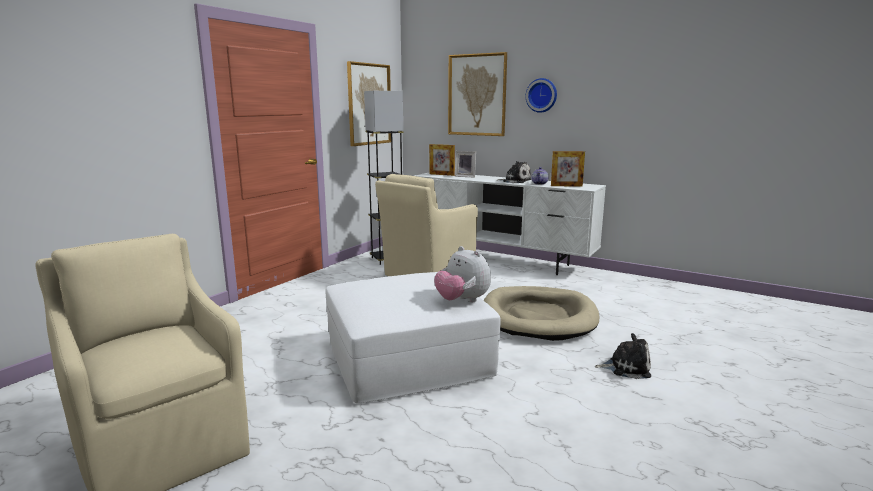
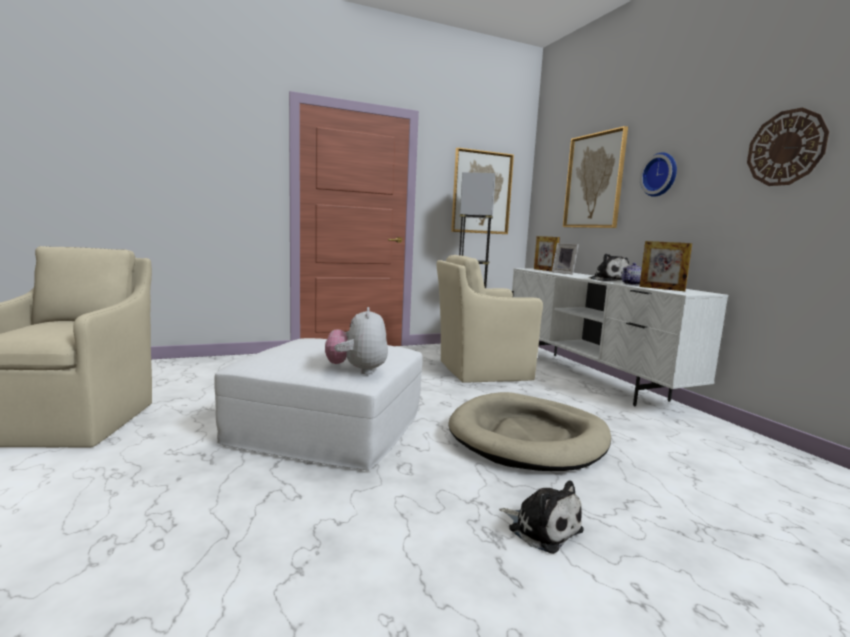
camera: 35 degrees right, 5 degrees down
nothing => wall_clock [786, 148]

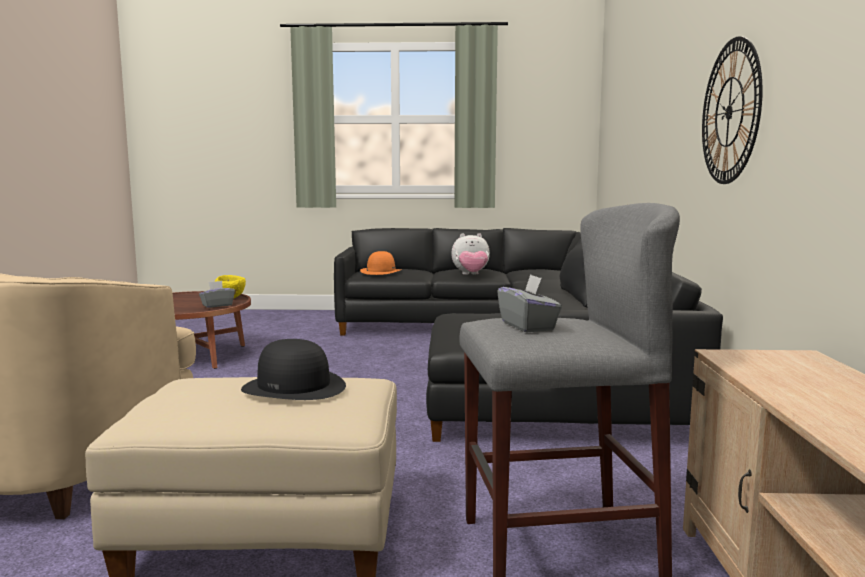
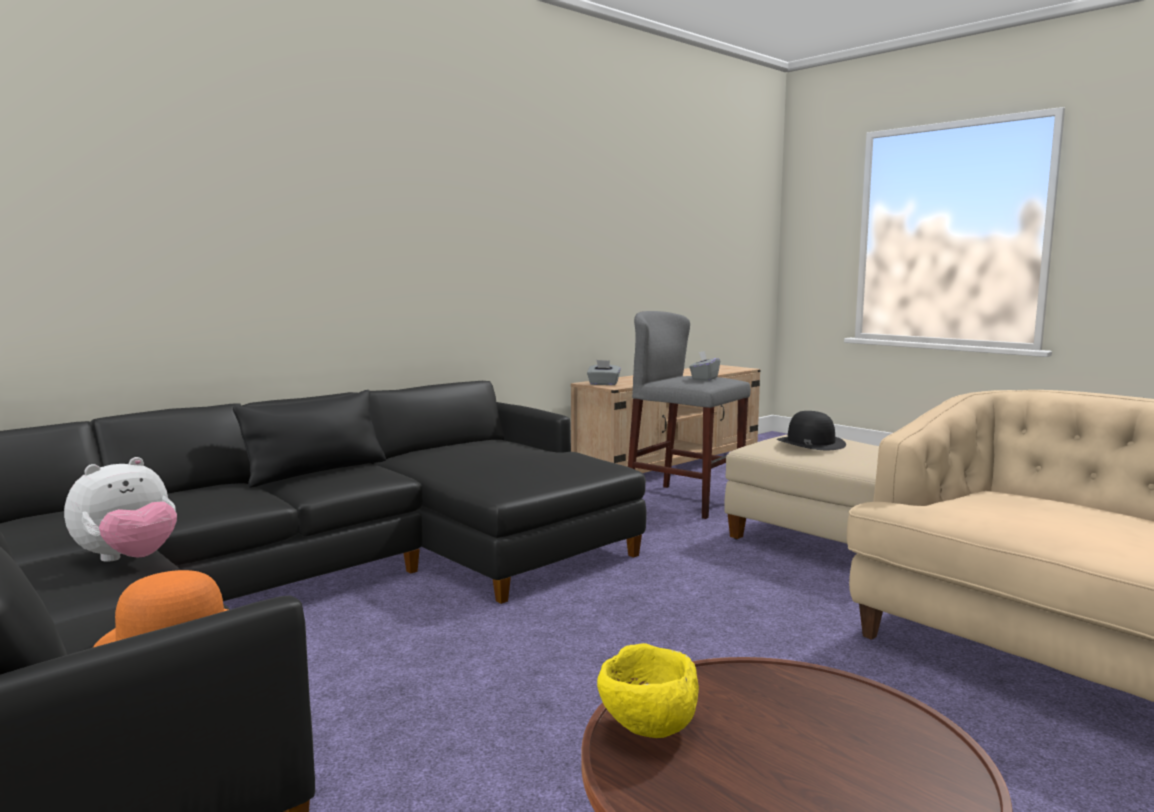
camera: 135 degrees left, 0 degrees up
wall_clock [729, 112] => nothing
greyish_box_of_tissues [217, 305] => greyish_box_of_tissues [603, 384], move
plush_toy [471, 275] => plush_toy [128, 560], 90 degrees clockwise

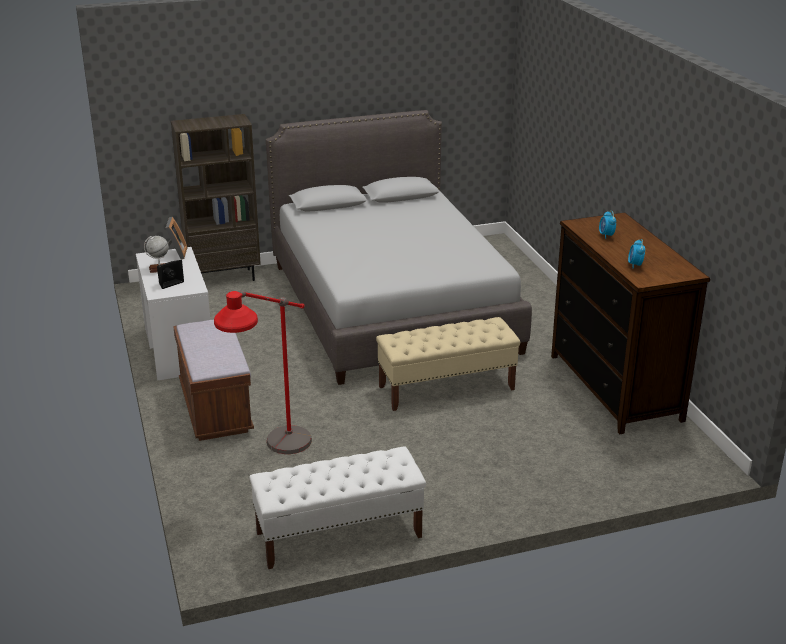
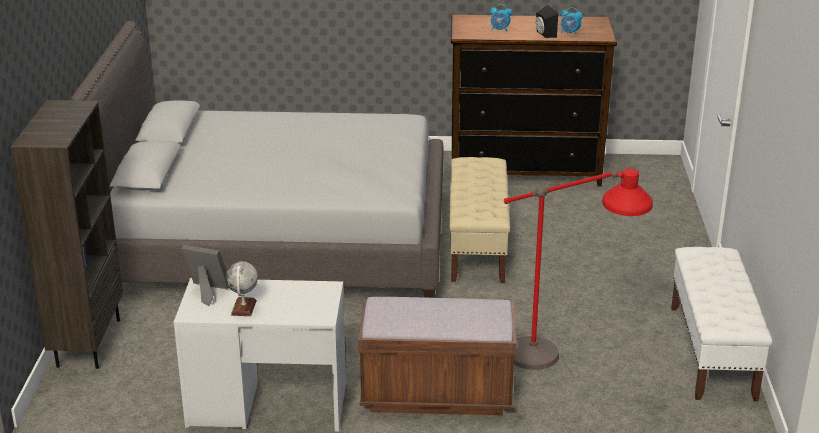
camera: 70 degrees left, 0 degrees up
black-coloured_loudspeaker [169, 283] => black-coloured_loudspeaker [544, 34], move

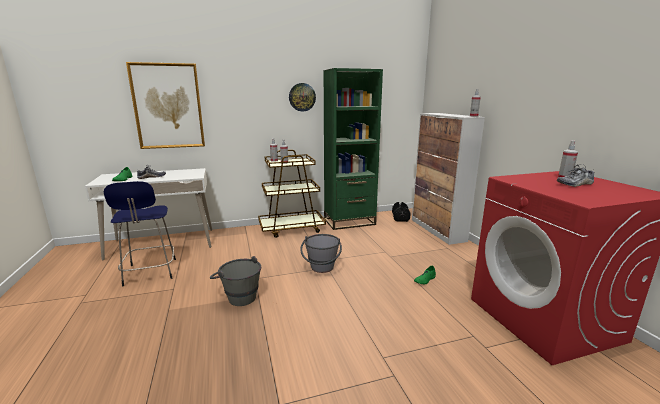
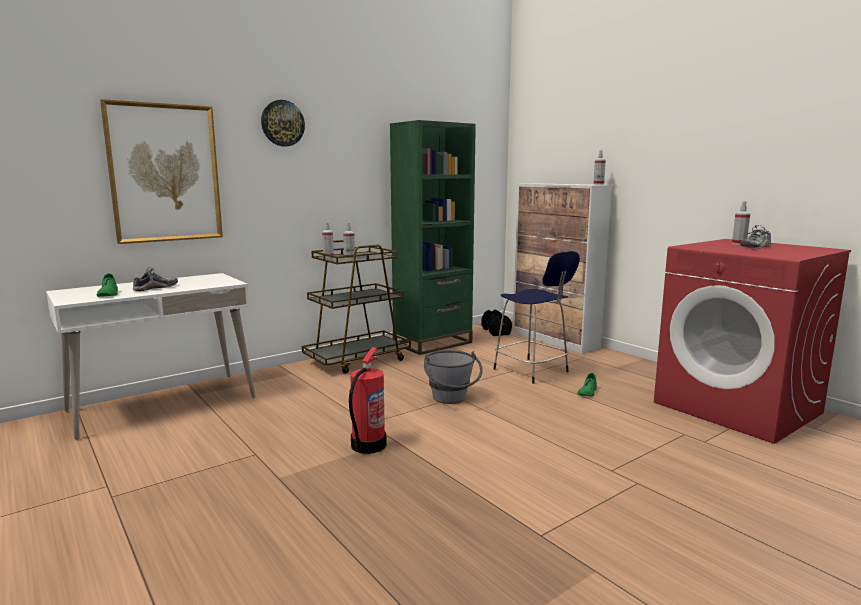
camera: 20 degrees left, 5 degrees down
blue_sitting_stool [150, 273] => blue_sitting_stool [532, 371], move
wall_clock [302, 97] => wall_clock [282, 123], move
greyish_bucket [238, 296] => extinguisher [367, 446]

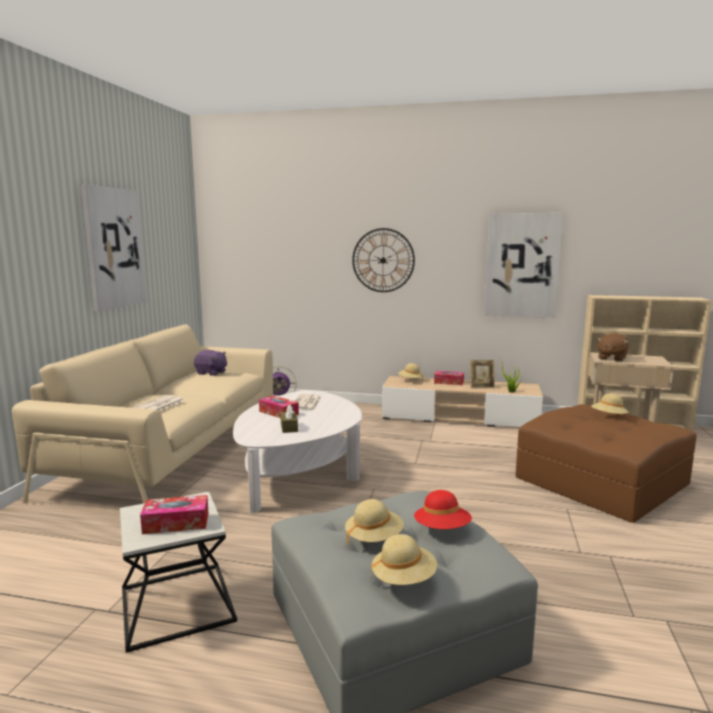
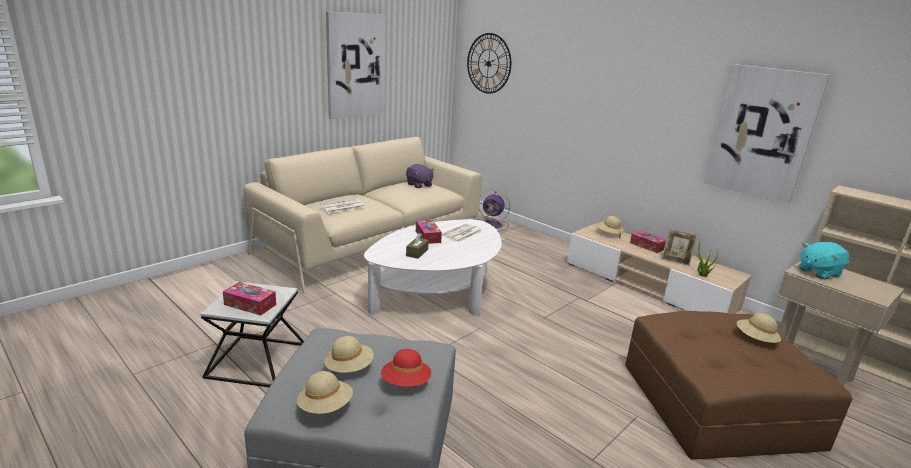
camera: 30 degrees right, 10 degrees up
wall_clock [383, 260] => wall_clock [488, 63], move
brown-coloured_plush_toy [611, 358] => blue-green_plush_toy [818, 272]

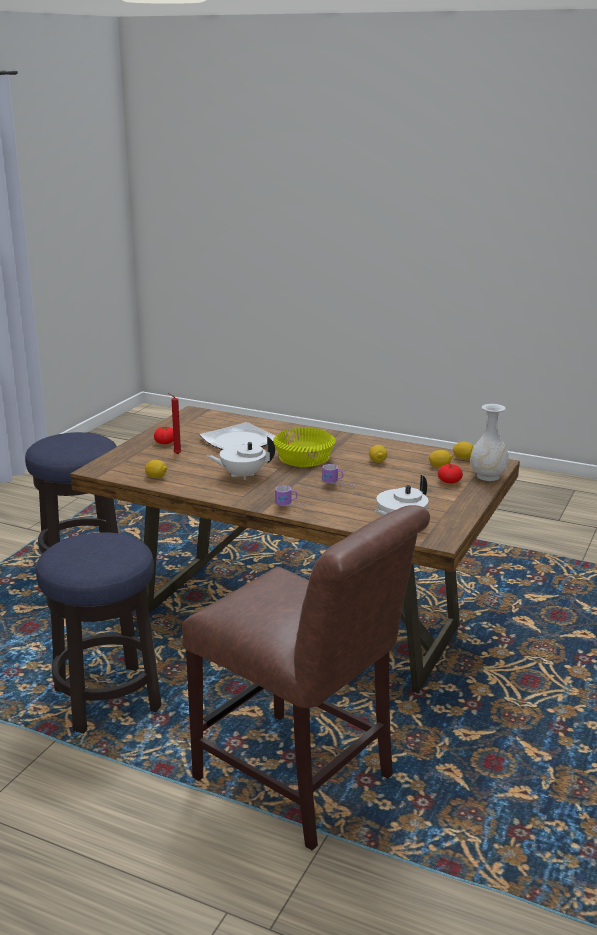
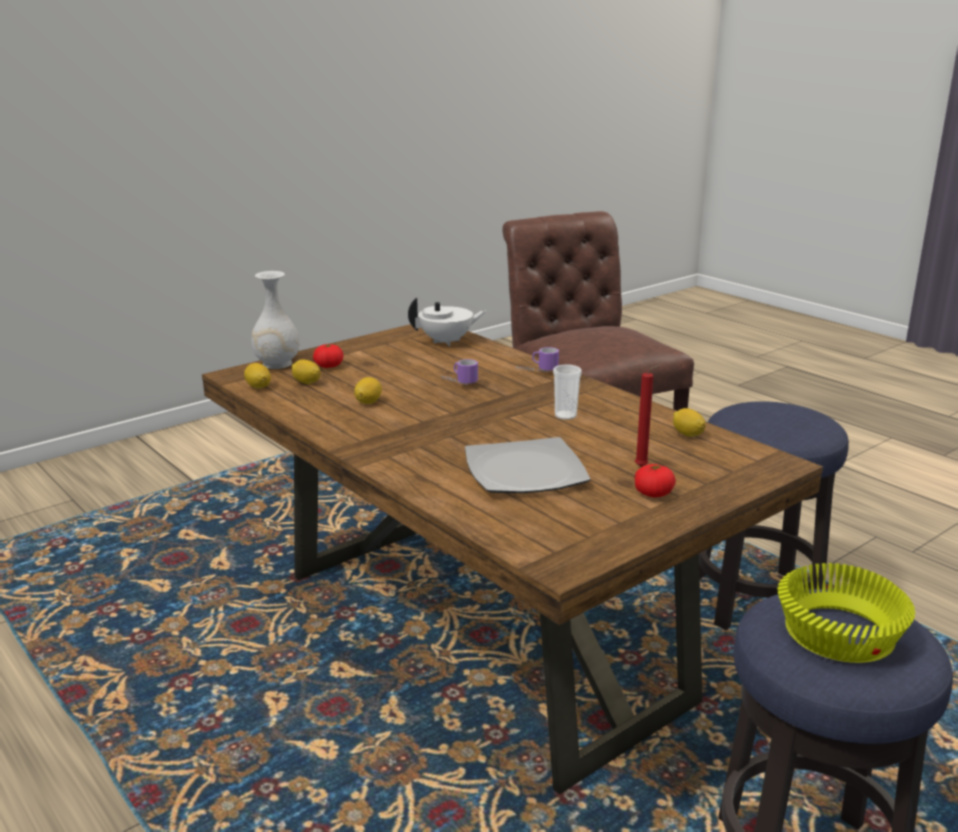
camera: 155 degrees left, 0 degrees up
yellowish_serving_bowl [303, 458] => yellowish_serving_bowl [839, 635], move
whitish_pot_for_tea [242, 475] => cup [565, 416]

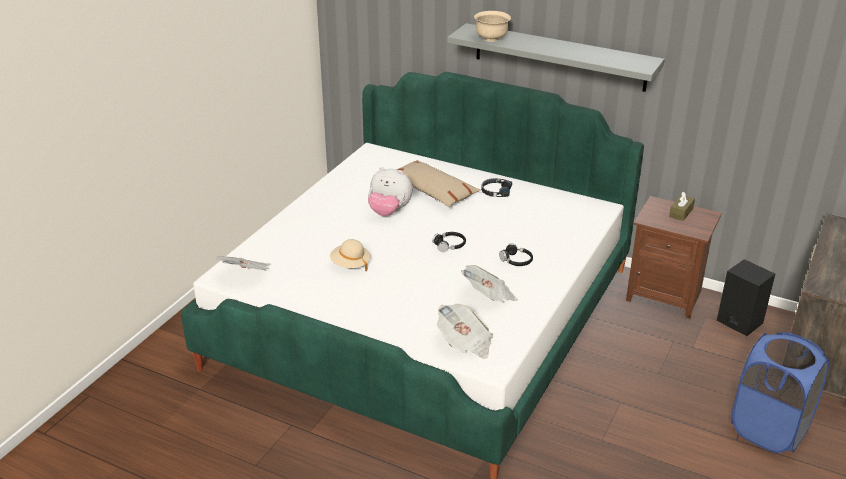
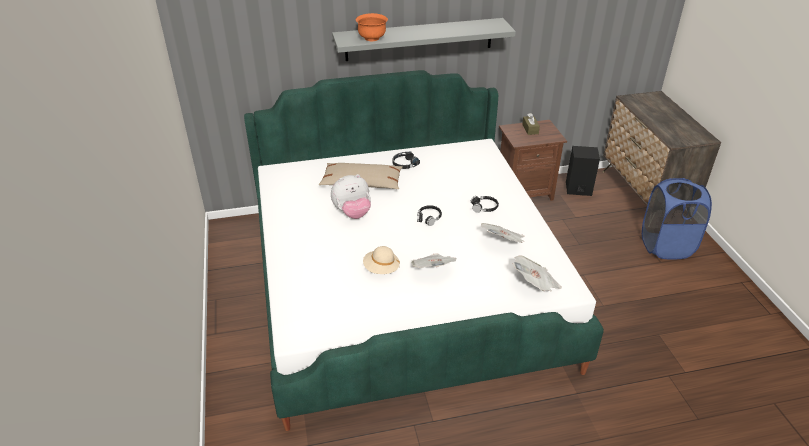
camera: 40 degrees left, 5 degrees up
newspaper [247, 274] => newspaper [433, 270], move
beige-coloured_serving_bowl [491, 38] => orange-coloured_serving_bowl [372, 38]

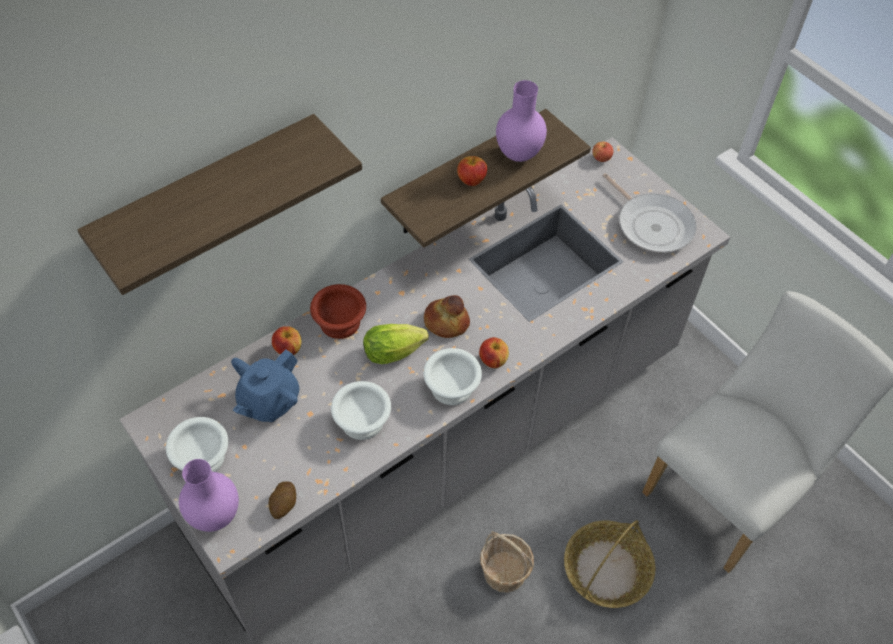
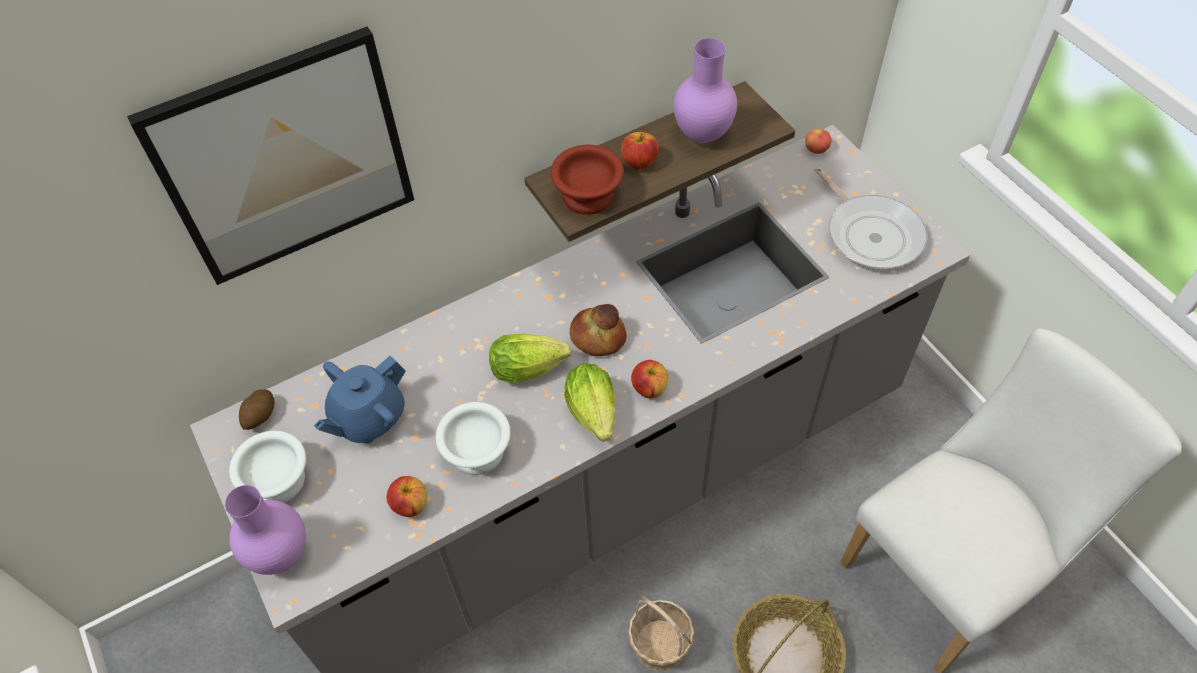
camera: 10 degrees right, 0 degrees up
spud [284, 505] => spud [260, 416], move
apple_fruit [288, 349] => apple_fruit [410, 505], move
brown-coloured_serving_bowl [338, 322] => brown-coloured_serving_bowl [586, 195], move
bracket_shelf [208, 198] => wall_art [285, 159]
whitish_serving_bowl [452, 386] => head_of_lettuce [594, 416]

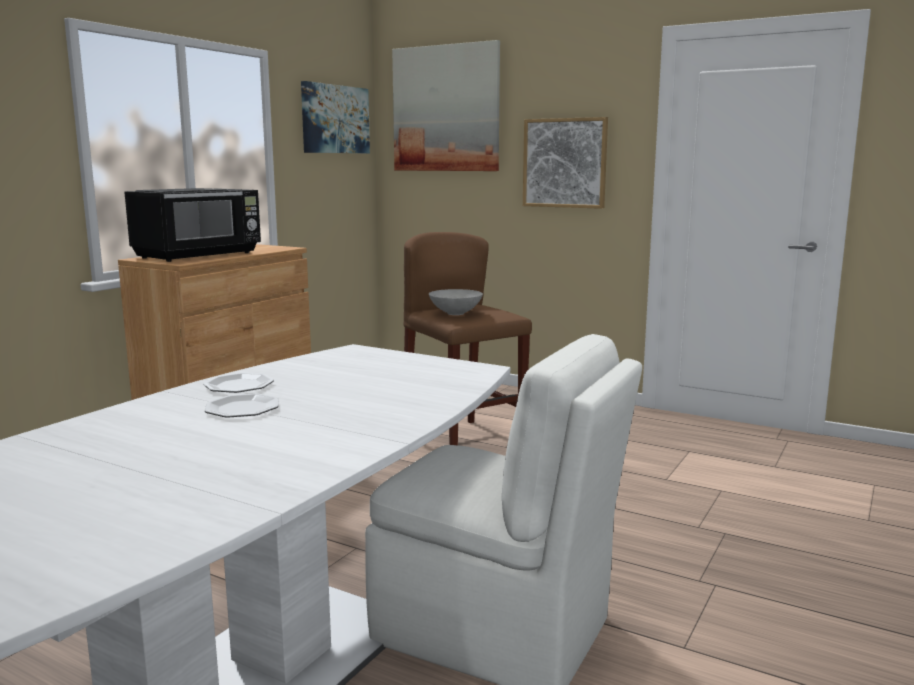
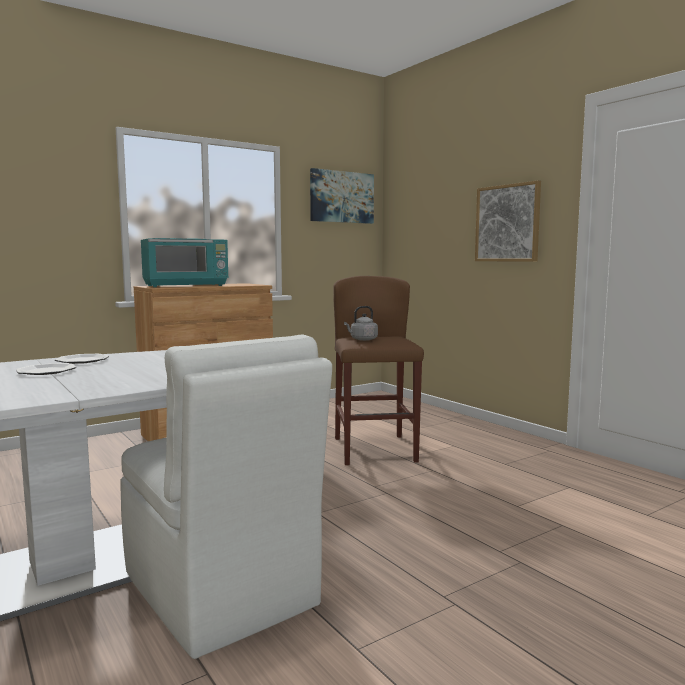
camera: 25 degrees right, 5 degrees down
wall_art [446, 109] => nothing
greyish_serving_bowl [455, 313] => greyish_tea_kettle [362, 339]
black-coloured_microwave_oven [199, 255] => blue-green_microwave_oven [186, 285]

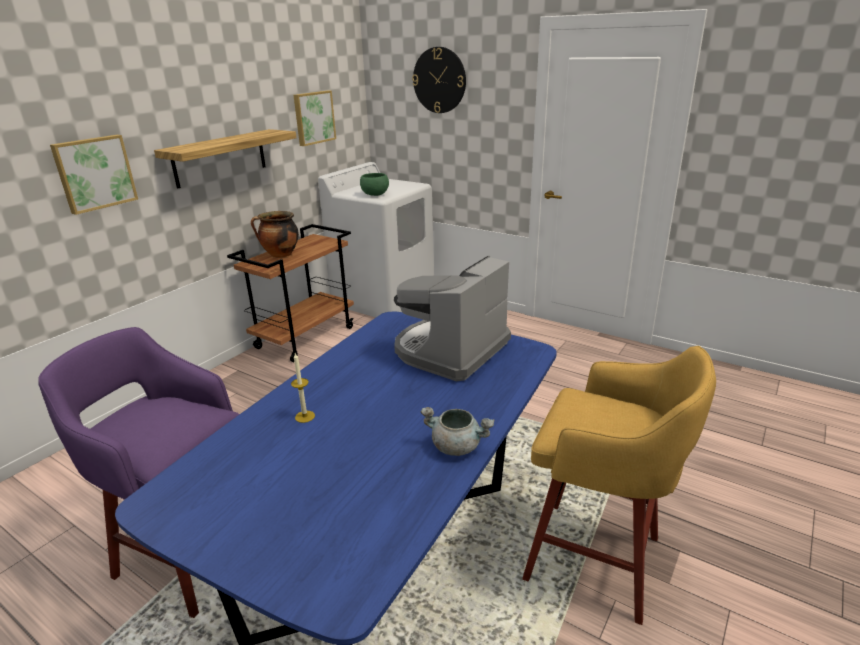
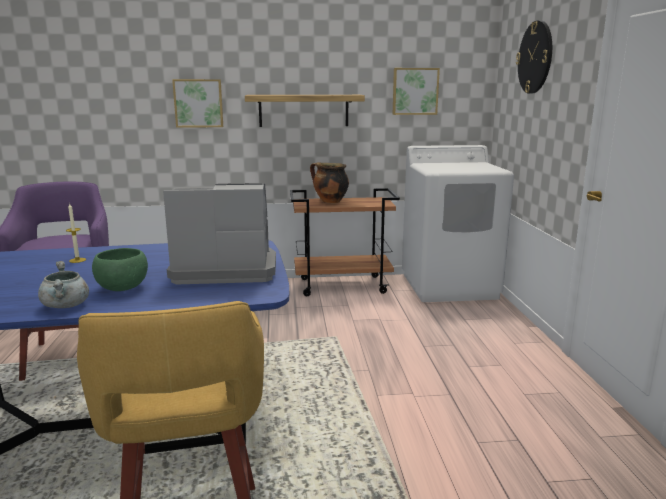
camera: 50 degrees right, 10 degrees down
green-coloured_serving_bowl [375, 195] => green-coloured_serving_bowl [123, 288], move

